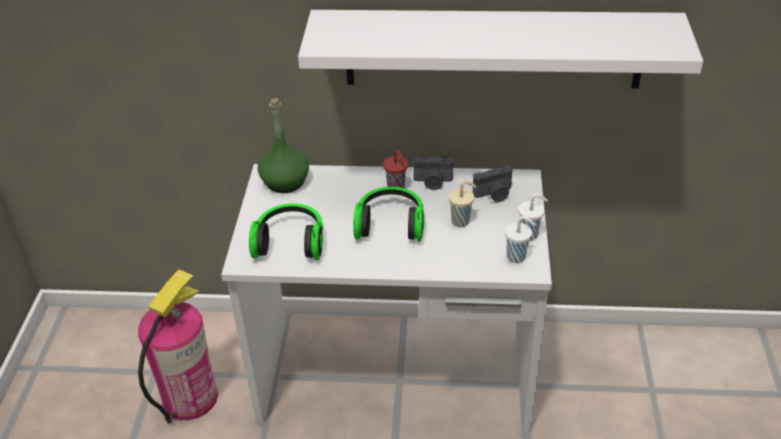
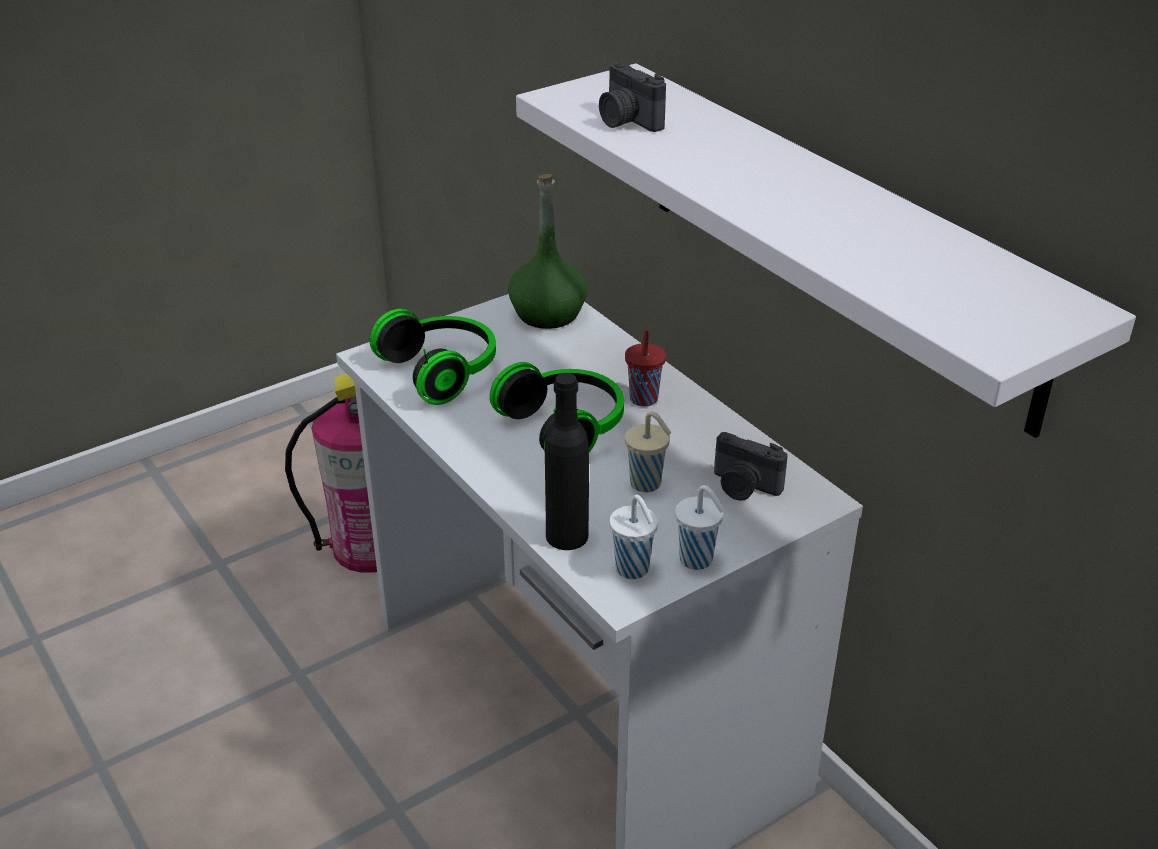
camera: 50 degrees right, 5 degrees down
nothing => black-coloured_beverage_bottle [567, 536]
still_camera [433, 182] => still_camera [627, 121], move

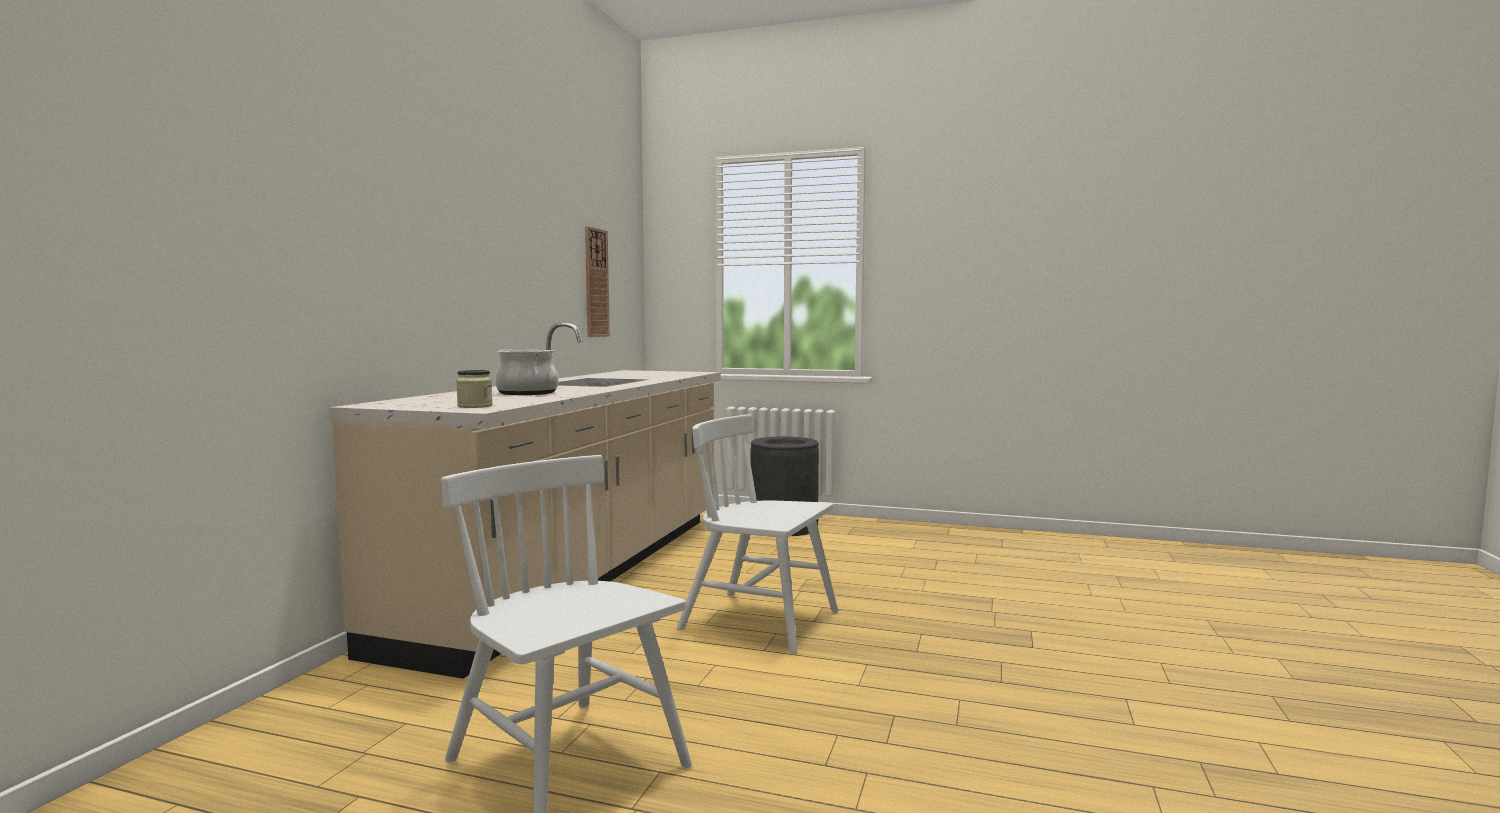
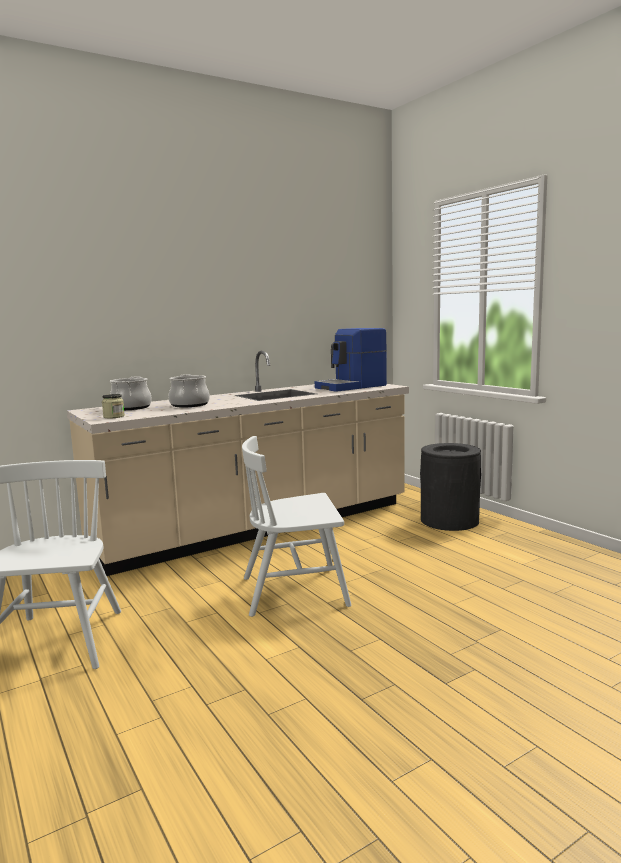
camera: 40 degrees right, 5 degrees up
wall_clock [596, 283] => nothing
nothing => cooking_pot [131, 407]
nothing => coffee_machine [352, 386]
whitish_chair [760, 621] => whitish_chair [295, 591], 75 degrees counterclockwise

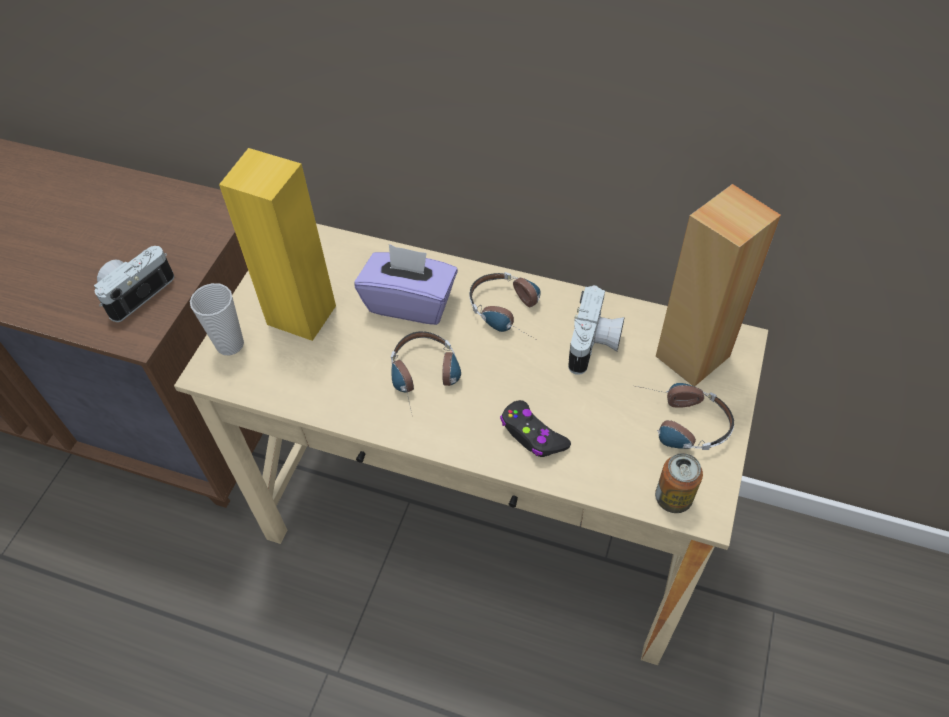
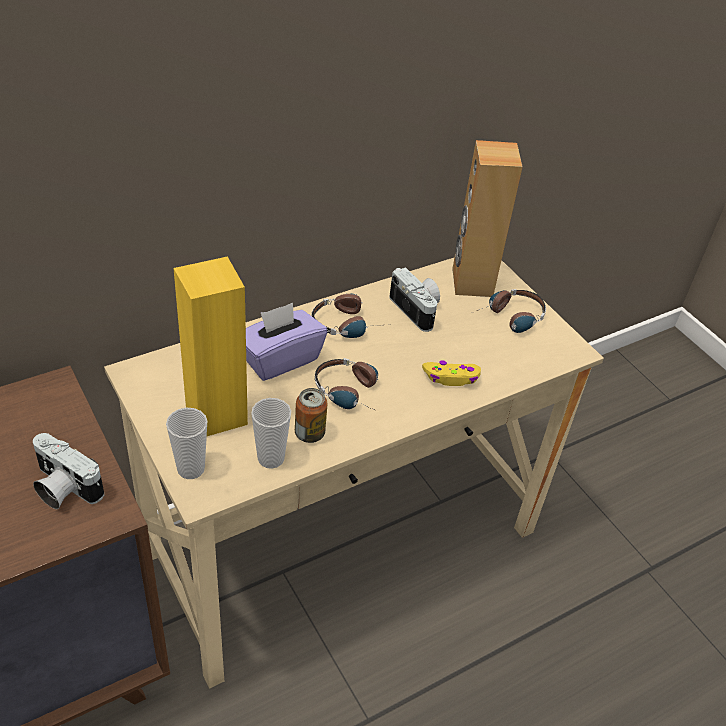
camera: 55 degrees left, 10 degrees down
nothing => cup [271, 458]
metal_can [673, 498] => metal_can [309, 433], move
black-coloured_joypad [532, 435] => yellowish_joypad [451, 377]
still_camera [136, 292] => still_camera [63, 488], 45 degrees counterclockwise

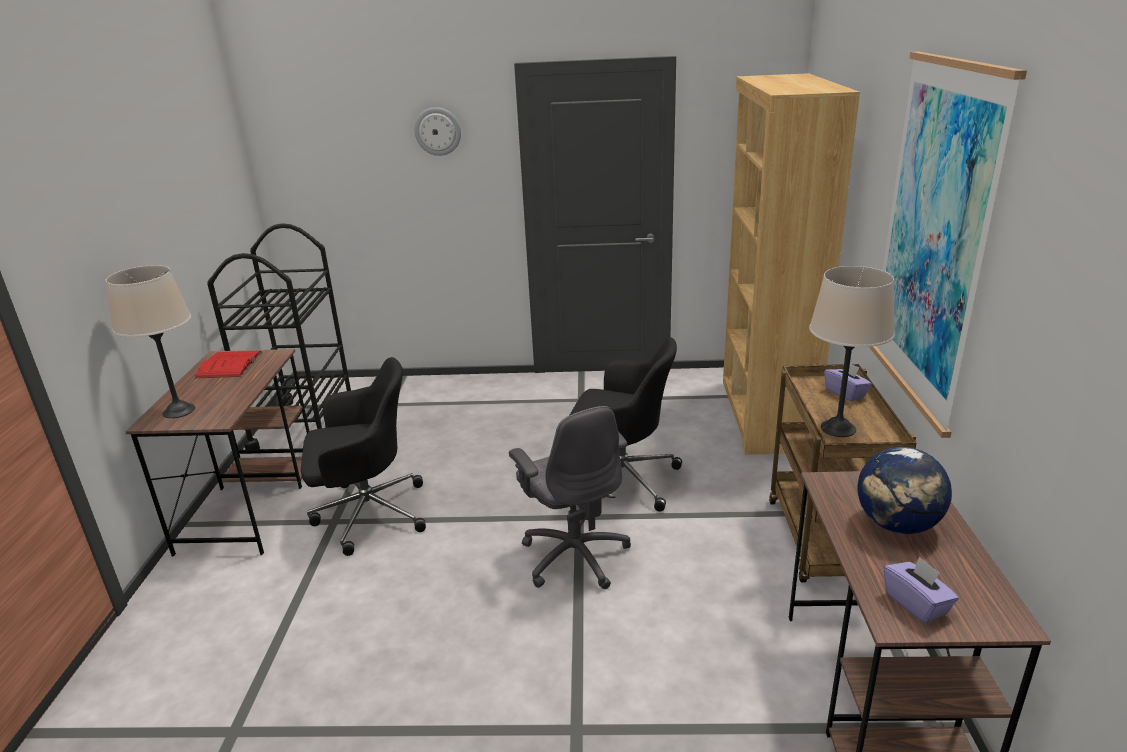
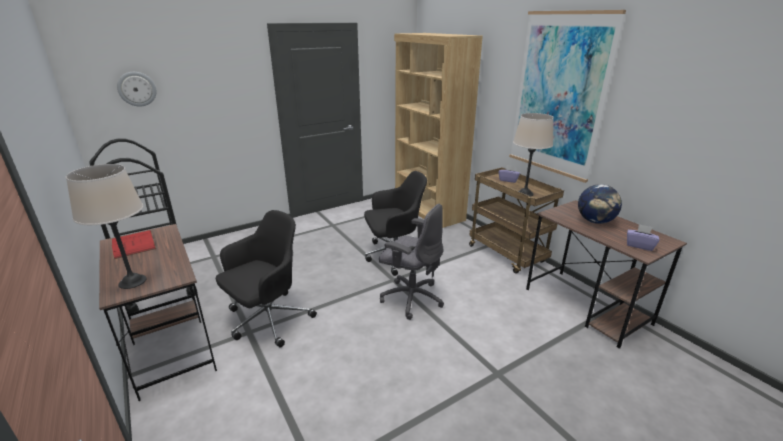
camera: 35 degrees left, 0 degrees up
wall_clock [438, 131] => wall_clock [137, 89], move

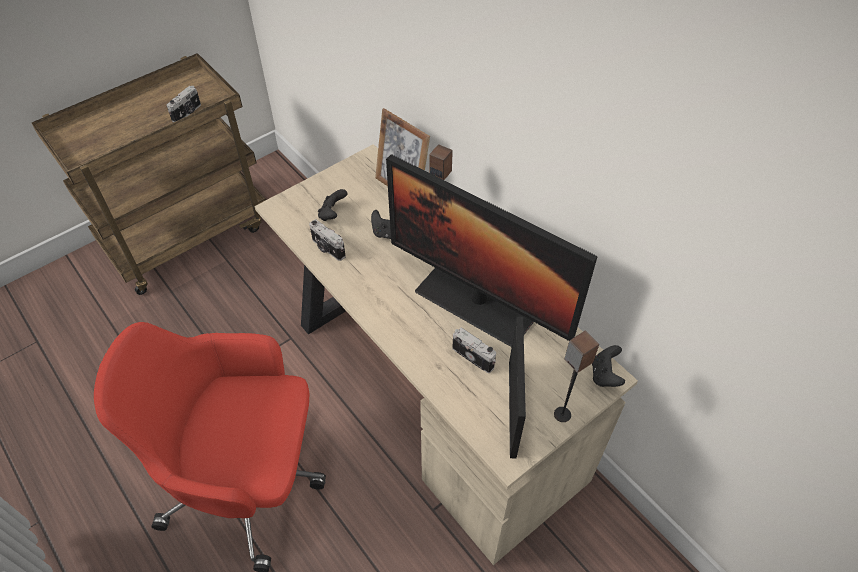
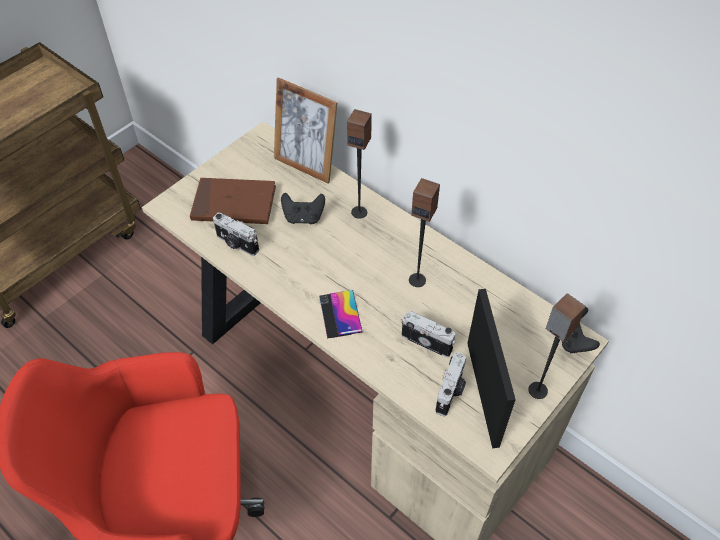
camera: 10 degrees left, 0 degrees up
nothing => phone [340, 314]
still_camera [187, 113] => still_camera [451, 392], move
black-coloured_joypad [332, 214] => brown-coloured_book [234, 204]
computer_display [477, 301] => loudspeaker [417, 280]

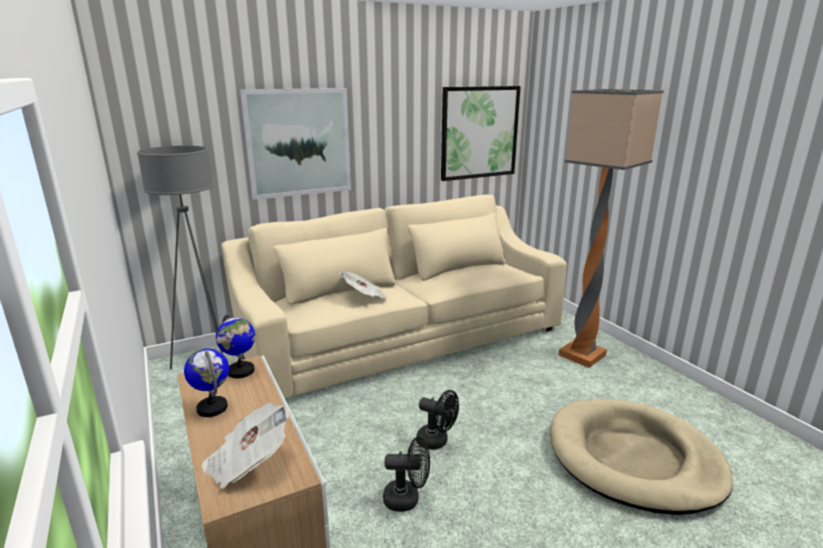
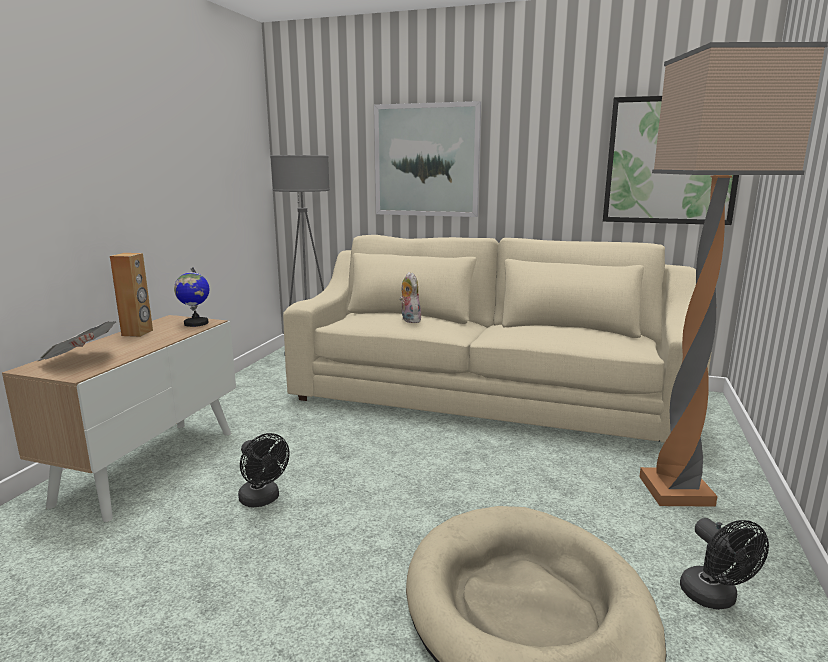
camera: 45 degrees right, 5 degrees down
black-coloured_cooling_fan [437, 441] => black-coloured_cooling_fan [714, 598], move
globe [212, 408] => brown-coloured_loudspeaker [137, 333]
newspaper [364, 296] => plush_toy [409, 320]

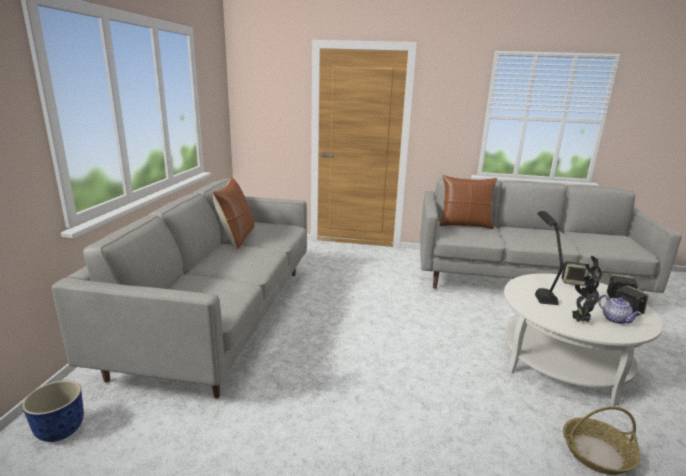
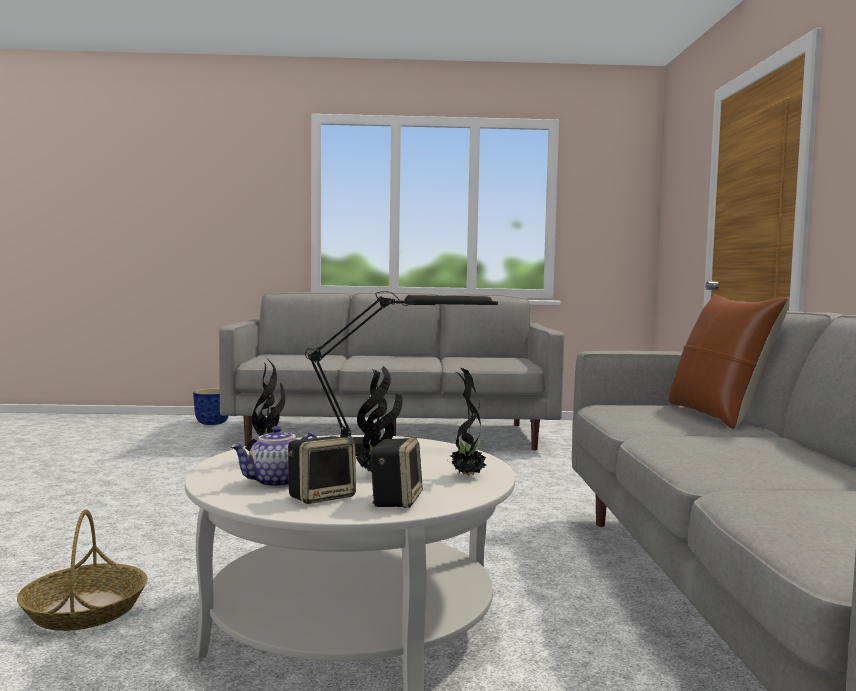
camera: 80 degrees right, 15 degrees down
brown-coloured_pillow [236, 238] => nothing
loudspeaker [573, 282] => potted_plant [466, 476]

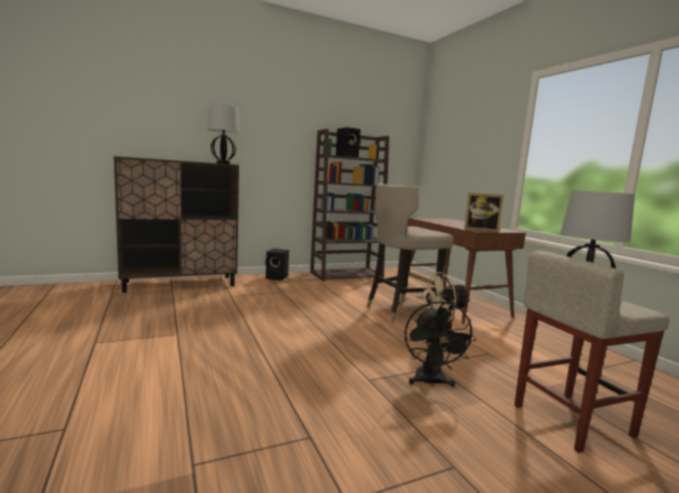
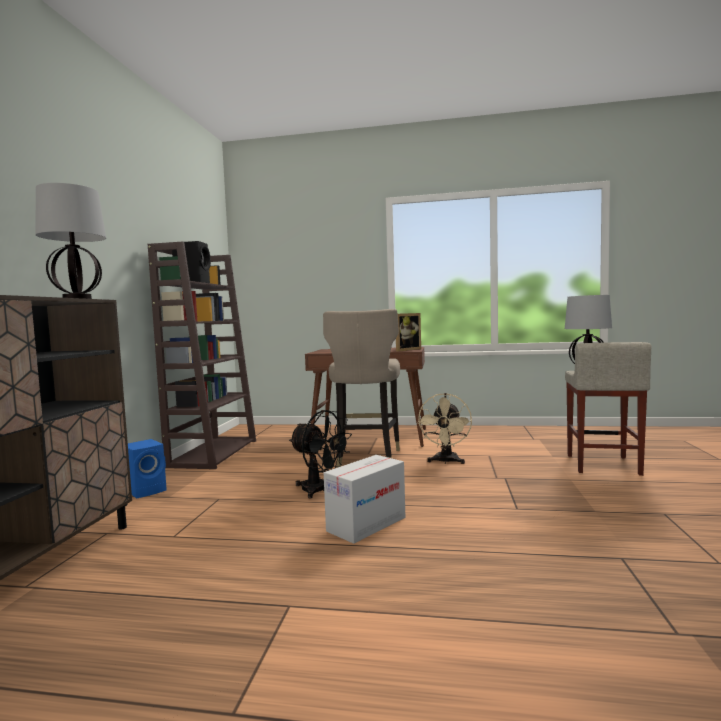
camera: 55 degrees left, 5 degrees down
nothing => cardboard_box [366, 524]
black-coloured_cooling_fan [430, 382] => black-coloured_cooling_fan [320, 490], move
black-coloured_loudspeaker [277, 277] => blue_loudspeaker [147, 490]

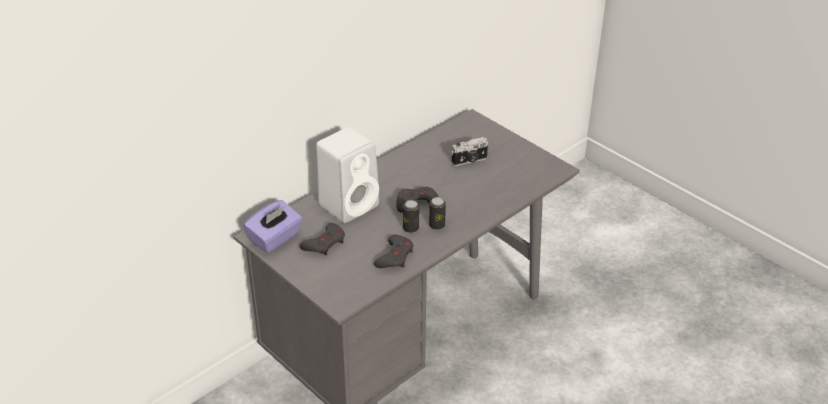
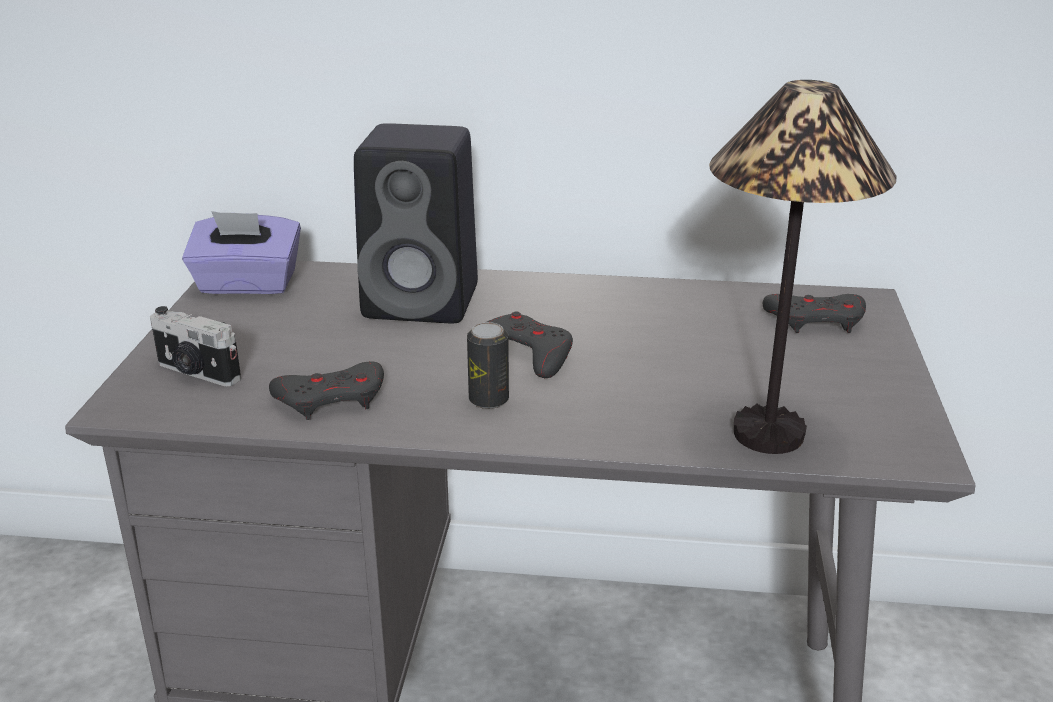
camera: 50 degrees right, 10 degrees down
metal_can [410, 228] => nothing
nothing => lamp_for_a_table [767, 435]
greyish_joypad [325, 243] => greyish_joypad [816, 320], move
still_camera [469, 161] => still_camera [197, 373], move
whitish_loudspeaker [350, 204] => black-coloured_loudspeaker [425, 301]

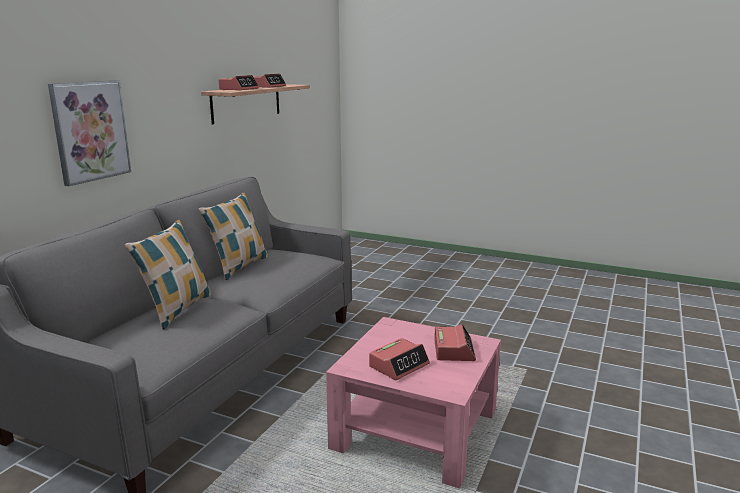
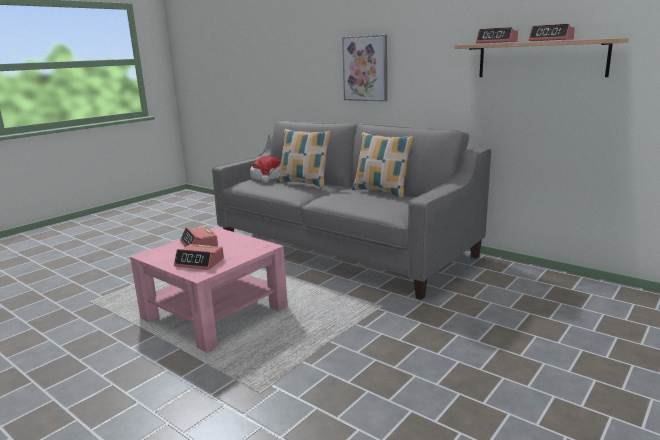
camera: 105 degrees right, 0 degrees up
nothing => clothing_hat [267, 178]

